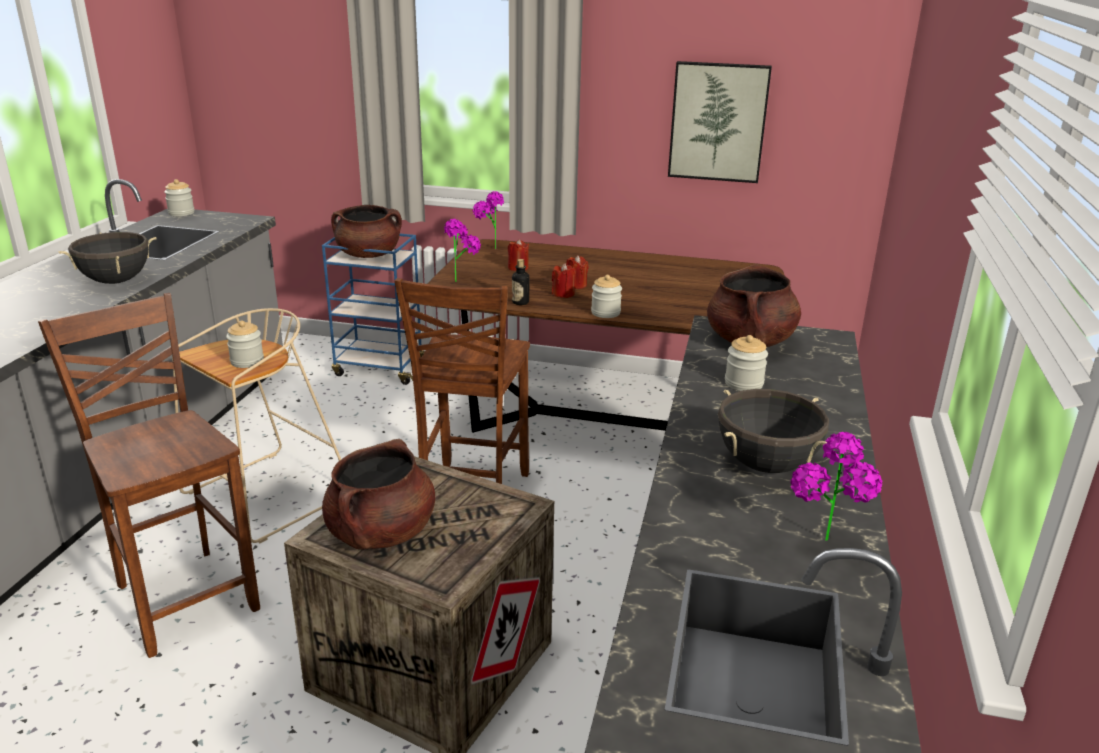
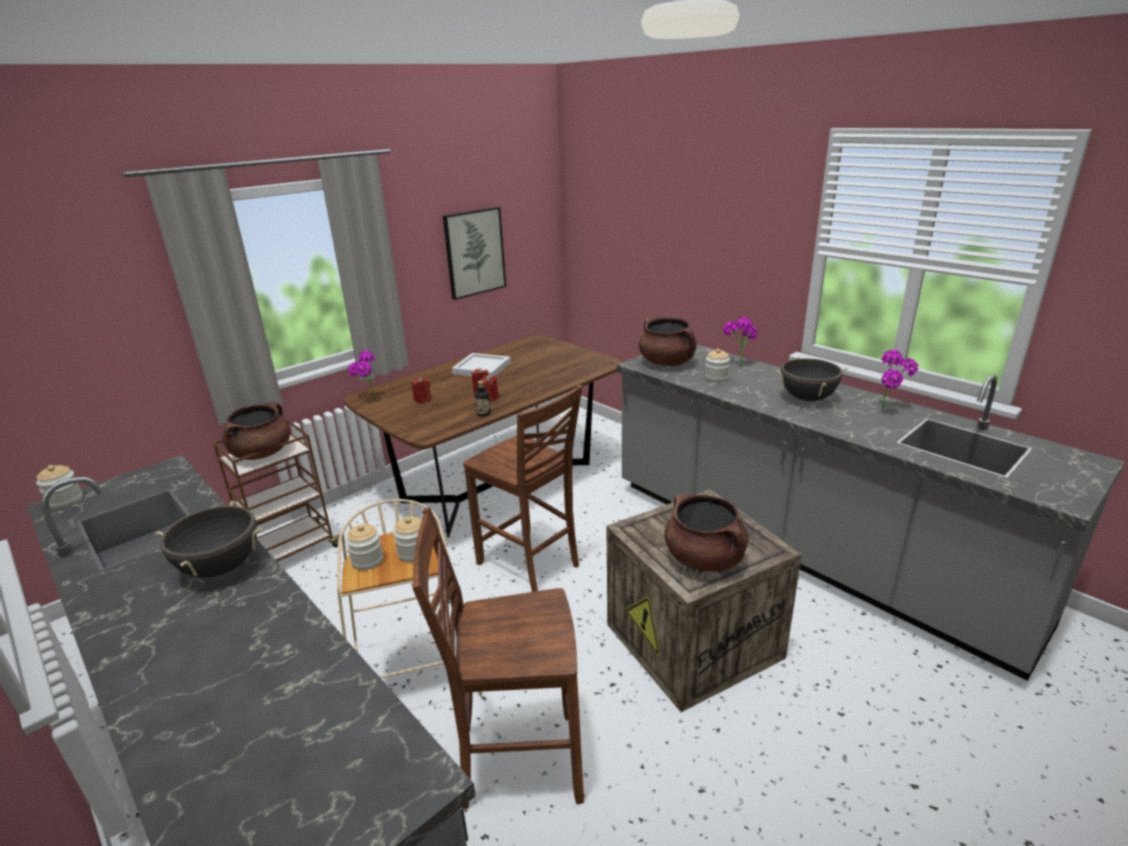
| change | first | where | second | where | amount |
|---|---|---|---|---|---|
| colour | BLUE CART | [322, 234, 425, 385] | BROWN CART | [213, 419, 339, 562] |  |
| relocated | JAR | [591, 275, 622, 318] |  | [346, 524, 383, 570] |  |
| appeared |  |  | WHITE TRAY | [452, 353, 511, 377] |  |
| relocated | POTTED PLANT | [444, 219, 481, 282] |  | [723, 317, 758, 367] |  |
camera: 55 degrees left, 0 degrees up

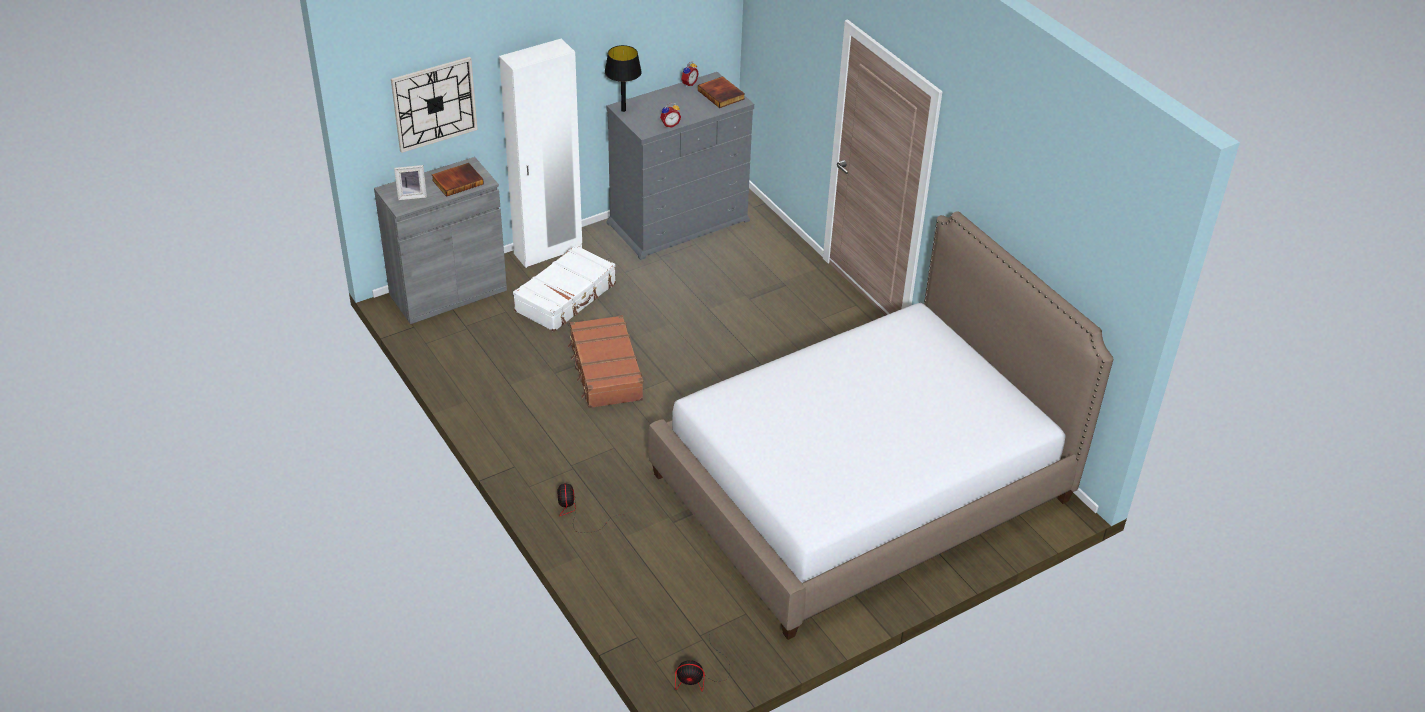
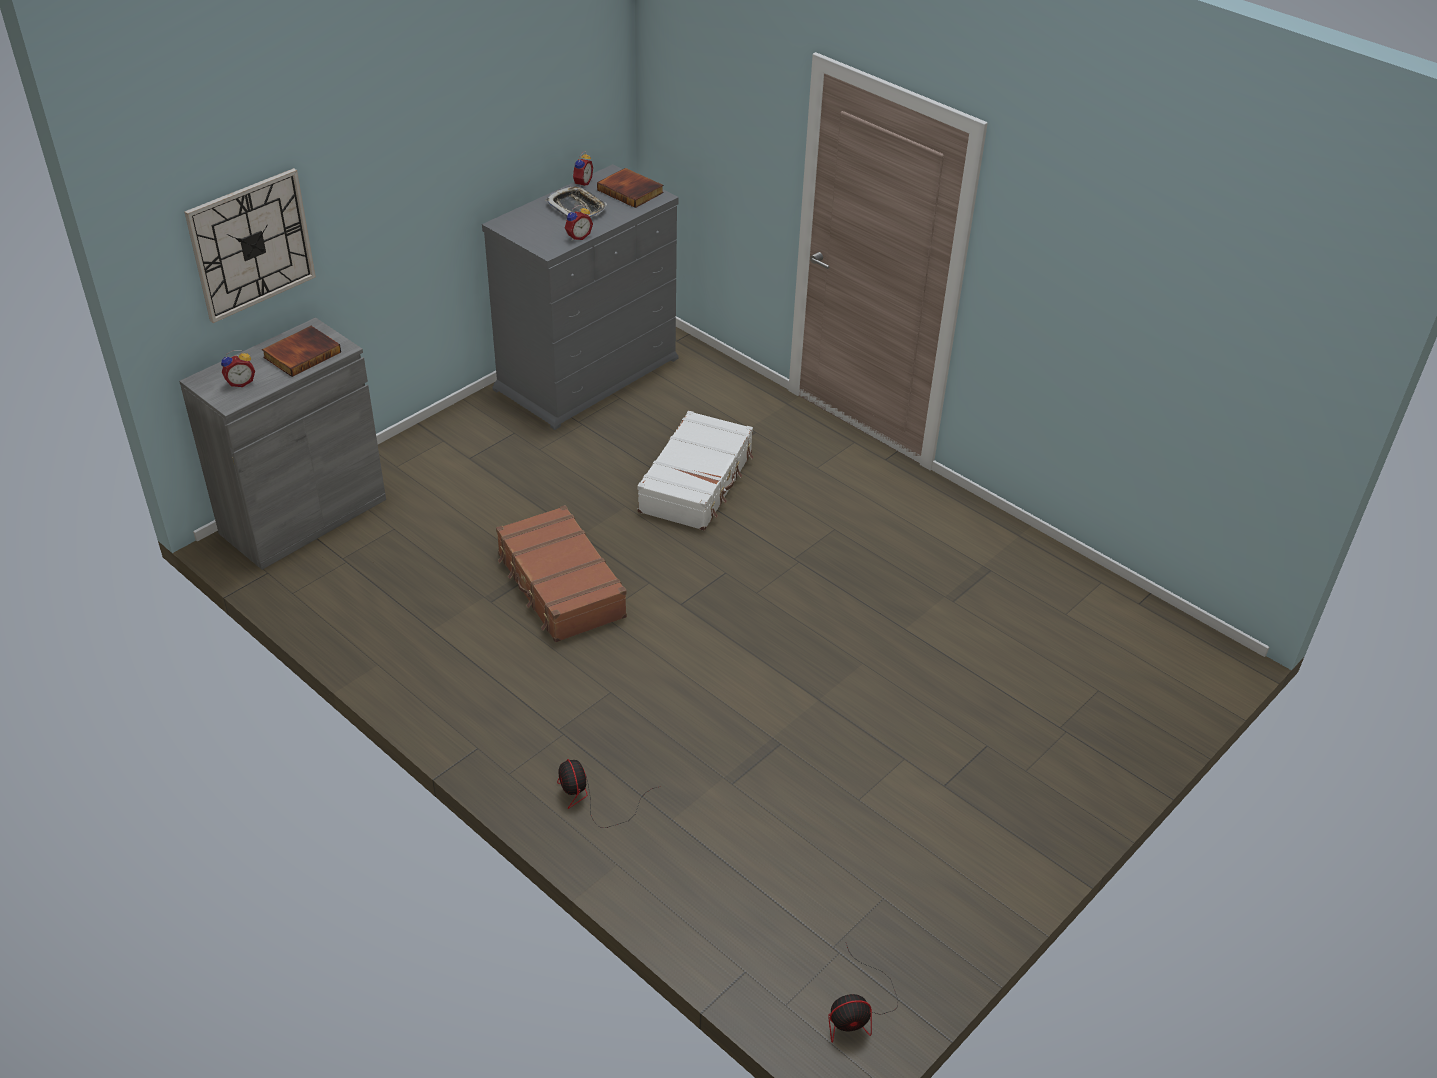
| change | first | where | second | where | amount |
|---|---|---|---|---|---|
| exchanged | PICTURE FRAME | [394, 165, 427, 200] | ALARM CLOCK | [221, 350, 255, 387] |  |
| appeared |  |  | TRAY | [545, 186, 607, 218] |  |
| relocated | WHITE SUITCASE | [513, 245, 616, 332] |  | [637, 411, 753, 531] |  |
| missing | WHITE WARDROBE | [499, 38, 582, 268] |  |  |  |
| missing | BLACK TABLE LAMP | [605, 45, 642, 112] |  |  |  |
| missing | BED | [648, 211, 1113, 640] |  |  |  |
camera: 15 degrees left, 0 degrees up

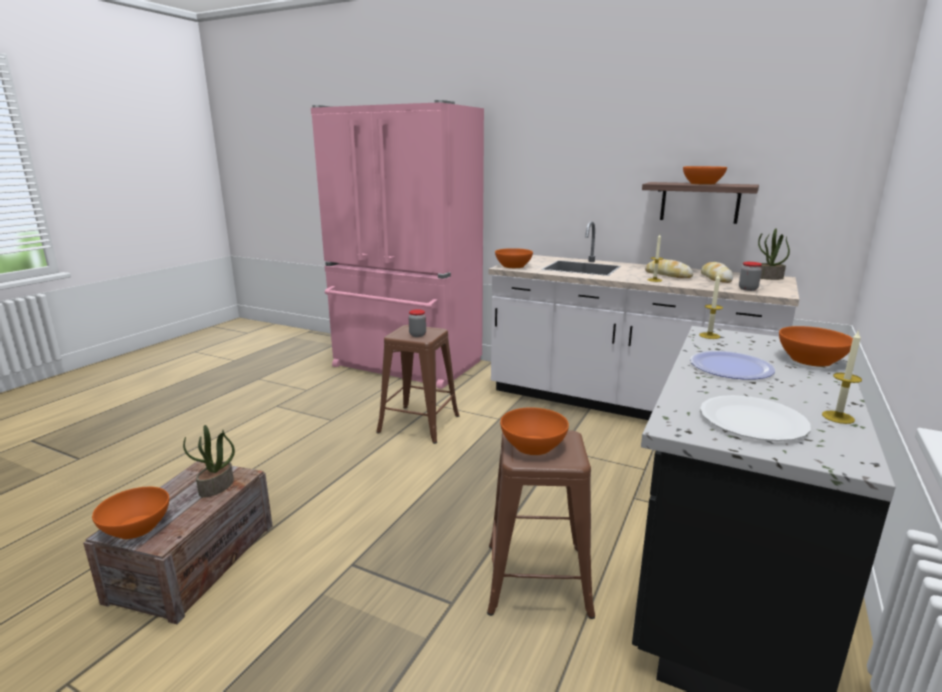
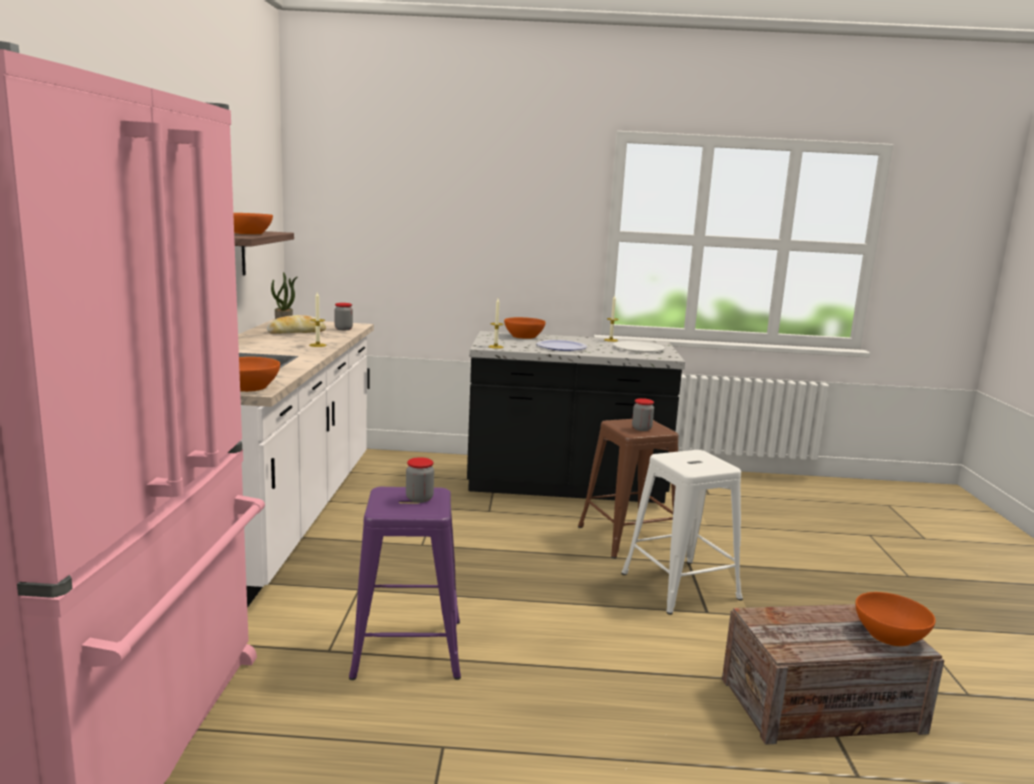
| change | first | where | second | where | amount |
|---|---|---|---|---|---|
| colour | BROWN STOOL | [376, 325, 459, 444] | PURPLE STOOL | [349, 487, 461, 680] |  |
| appeared |  |  | WHITE STOOL | [621, 450, 743, 615] |  |
| exchanged | ORANGE BOWL | [500, 407, 569, 455] | JAR | [632, 398, 654, 431] |  |
| missing | POTTED PLANT | [183, 425, 235, 498] |  |  |  |
| missing | BREAD | [645, 259, 693, 278] |  |  |  |
camera: 115 degrees left, 5 degrees down

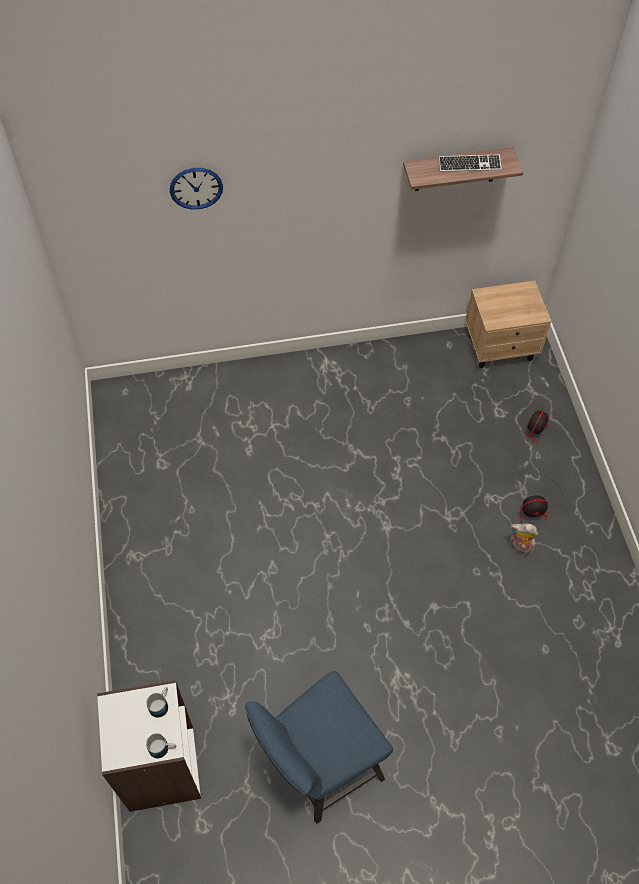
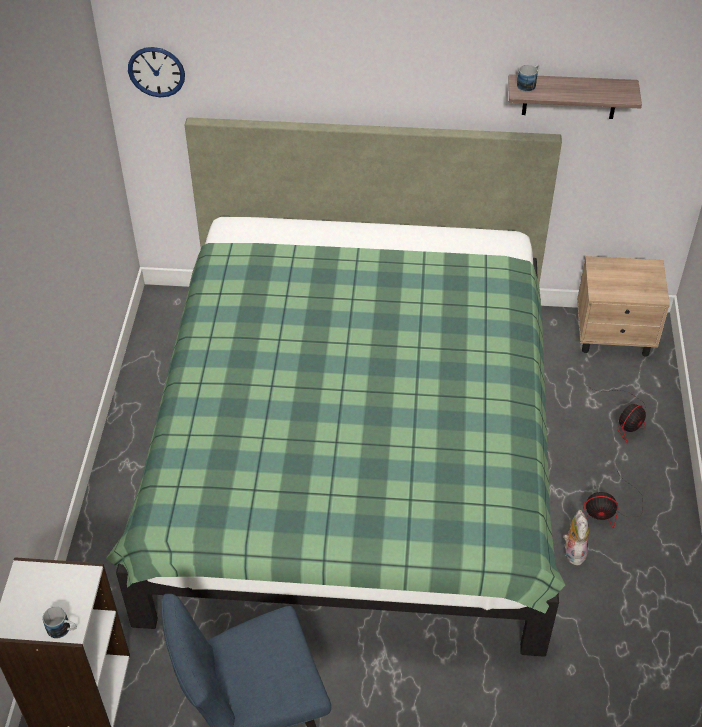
| change | first | where | second | where | amount |
|---|---|---|---|---|---|
| appeared |  |  | GREEN BED | [106, 117, 565, 657] |  |
| relocated | WALL CLOCK | [170, 168, 223, 209] |  | [128, 47, 185, 97] |  |
| relocated | MUG | [146, 687, 168, 718] |  | [517, 65, 539, 92] |  |
| spun | PLUSH TOY | [510, 523, 538, 555] |  | [563, 510, 589, 566] | 60 degrees clockwise |
| missing | KEYBOARD | [439, 155, 502, 172] |  |  |  |
camera: 15 degrees right, 10 degrees down

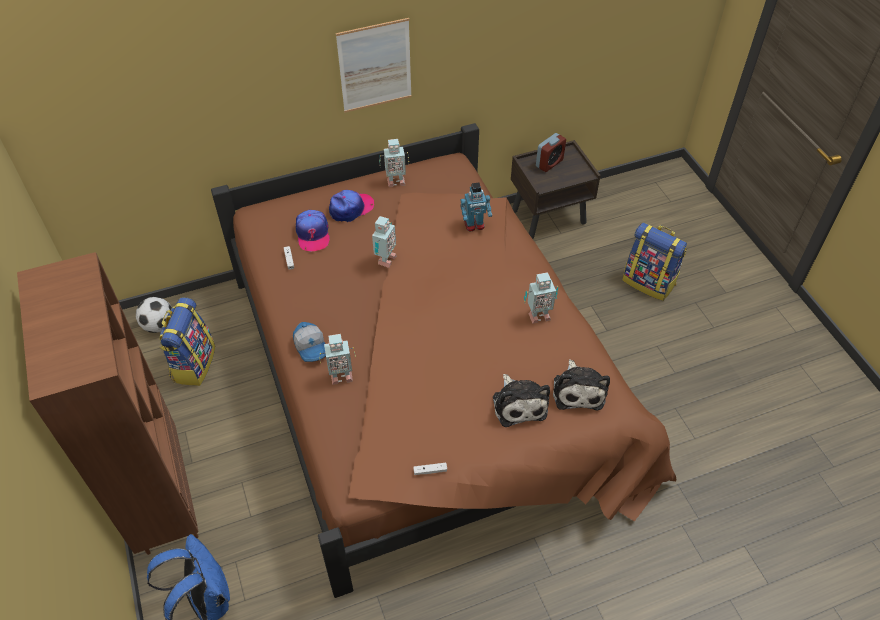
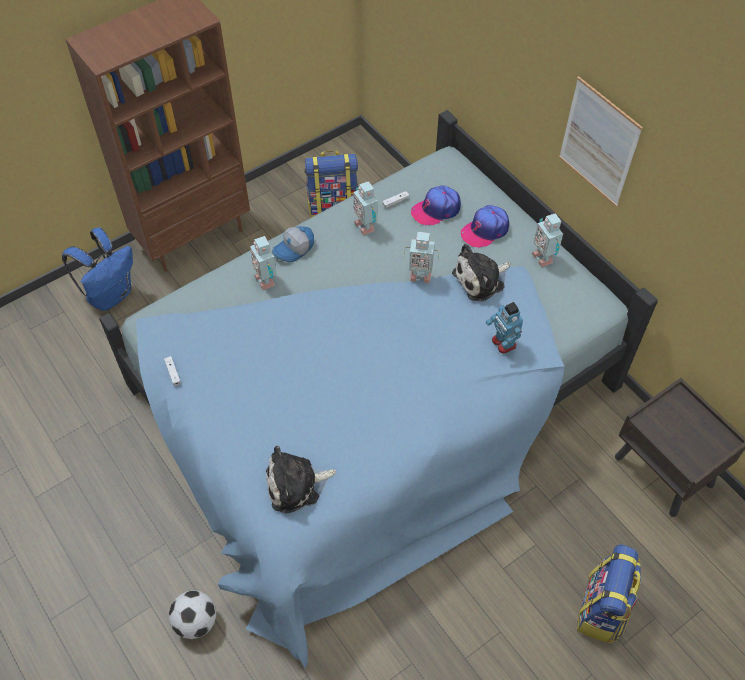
| change | first | where | second | where | amount |
|---|---|---|---|---|---|
| colour | BROWN BED | [211, 123, 676, 598] | BLUE BED | [99, 110, 658, 669] |  |
| relocated | FOOTBALL | [136, 297, 172, 333] |  | [169, 590, 216, 639] |  |
| relocated | TOY ROBOT | [524, 272, 558, 324] |  | [353, 181, 378, 236] |  |
| relocated | PLUSH TOY | [493, 374, 550, 427] |  | [452, 244, 510, 301] |  |
| spun | CAP | [329, 190, 374, 222] |  | [461, 205, 509, 248] | 105 degrees clockwise |
| missing | ALARM CLOCK | [536, 133, 566, 172] |  |  |  |
camera: 75 degrees right, 5 degrees up

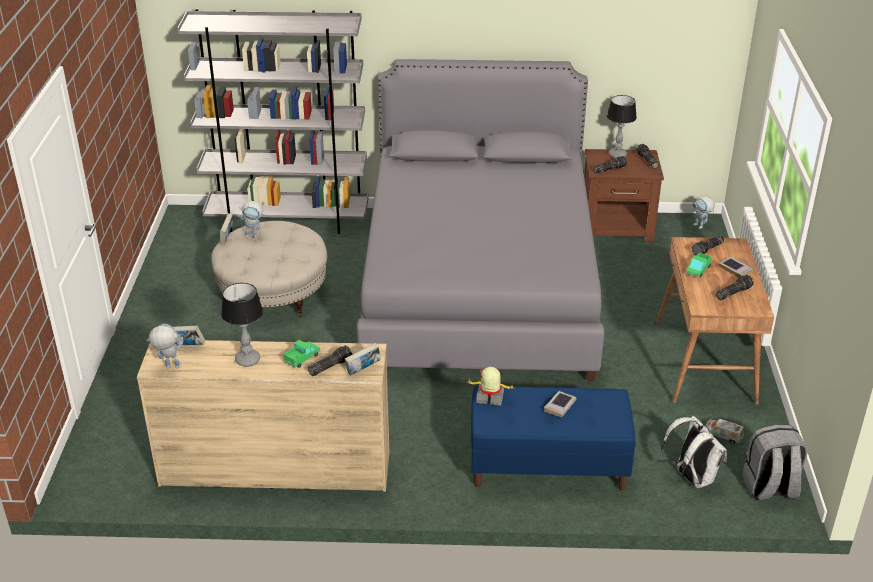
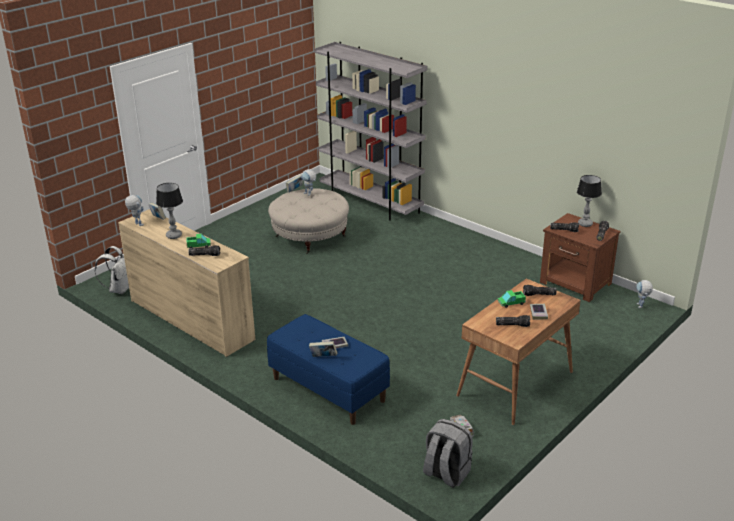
| change | first | where | second | where | amount |
|---|---|---|---|---|---|
| relocated | WHITE BACKPACK | [661, 416, 727, 488] |  | [95, 246, 129, 294] |  |
| relocated | BOOK | [345, 343, 381, 376] |  | [309, 341, 337, 357] |  |
| missing | GREY BED | [356, 59, 605, 382] |  |  |  |
| missing | TOY ROBOT | [465, 367, 513, 406] |  |  |  |
camera: 40 degrees right, 5 degrees down

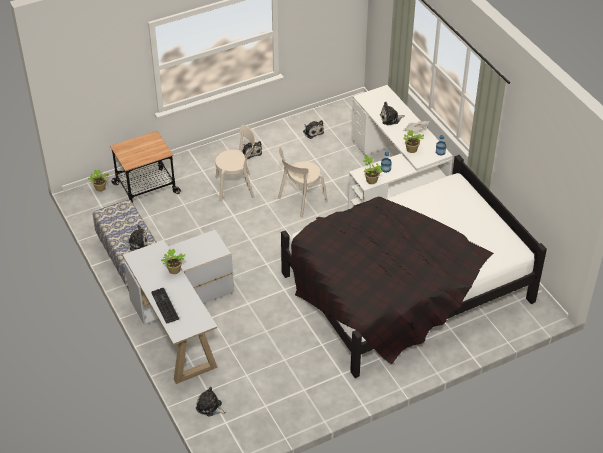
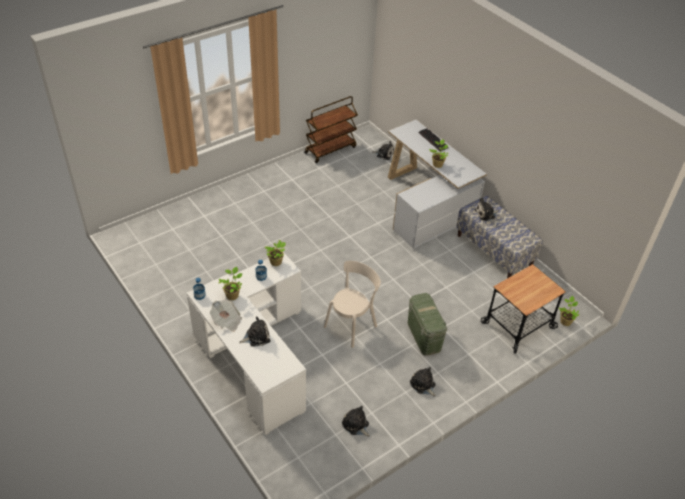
| change | first | where | second | where | amount |
|---|---|---|---|---|---|
| appeared |  |  | BROWN CART | [304, 96, 358, 163] |  |
| exchanged | BEIGE CHAIR | [215, 125, 255, 202] | GREEN STORAGE BOX | [408, 293, 447, 356] |  |
| missing | BLACK BED | [281, 155, 547, 378] |  |  |  |
camera: 170 degrees right, 0 degrees up

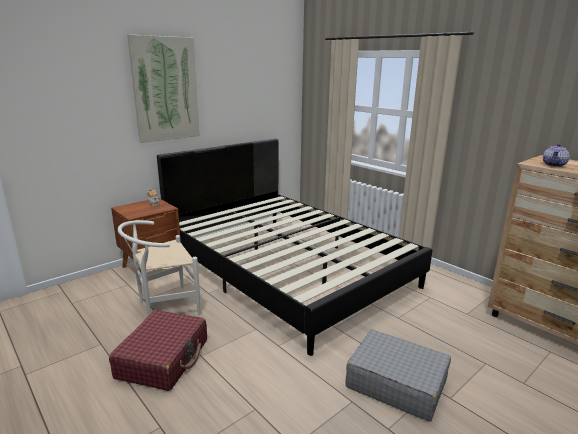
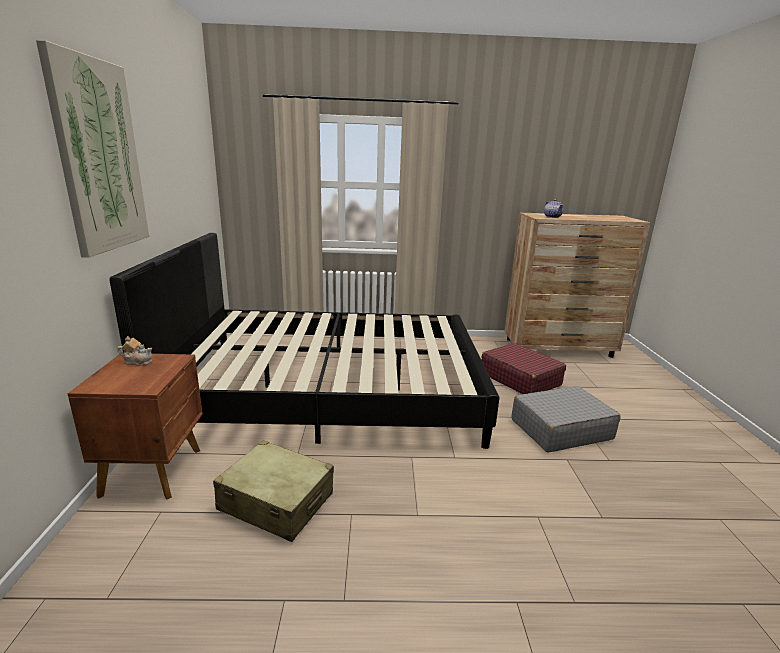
| change | first | where | second | where | amount |
|---|---|---|---|---|---|
| exchanged | WHITE CHAIR | [118, 220, 200, 316] | BEIGE SUITCASE | [213, 440, 334, 542] |  |
| relocated | RED SUITCASE | [109, 310, 207, 391] |  | [481, 343, 566, 394] |  |
camera: 50 degrees left, 0 degrees up

